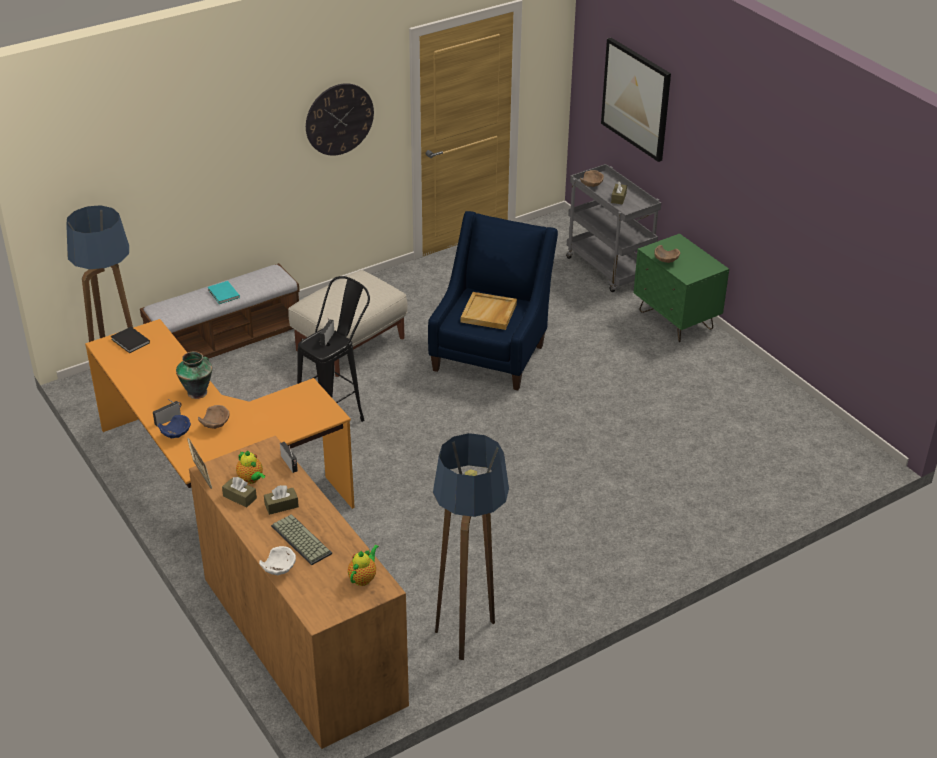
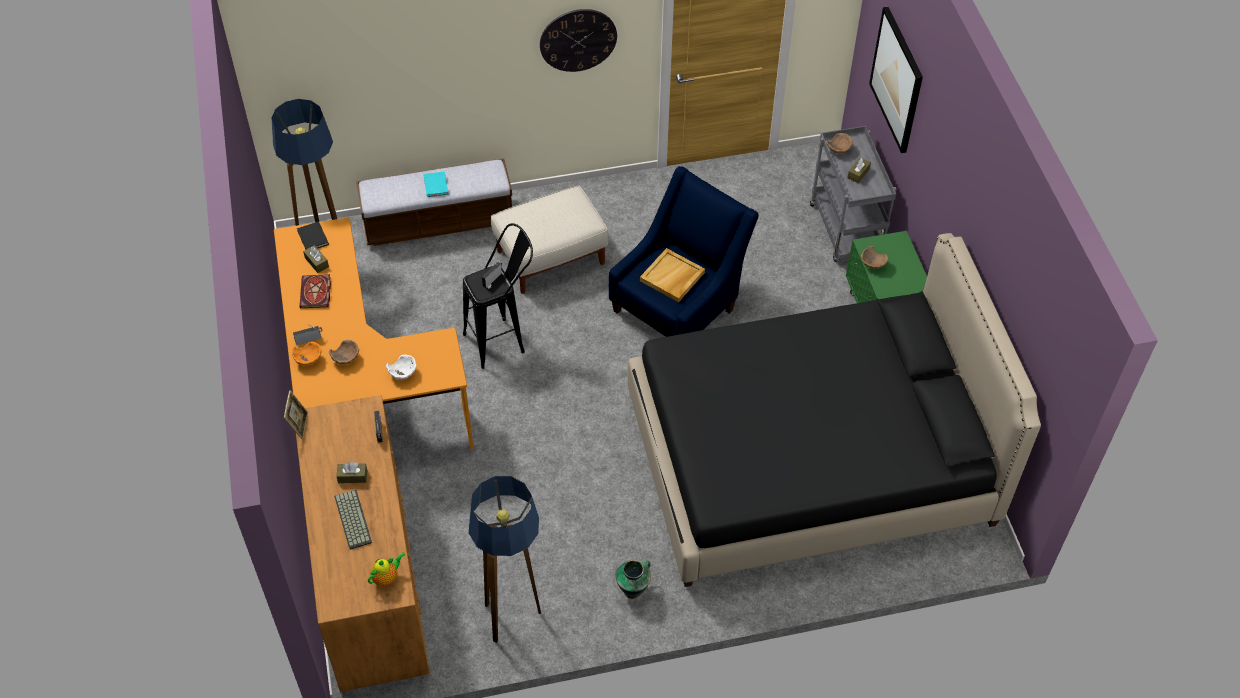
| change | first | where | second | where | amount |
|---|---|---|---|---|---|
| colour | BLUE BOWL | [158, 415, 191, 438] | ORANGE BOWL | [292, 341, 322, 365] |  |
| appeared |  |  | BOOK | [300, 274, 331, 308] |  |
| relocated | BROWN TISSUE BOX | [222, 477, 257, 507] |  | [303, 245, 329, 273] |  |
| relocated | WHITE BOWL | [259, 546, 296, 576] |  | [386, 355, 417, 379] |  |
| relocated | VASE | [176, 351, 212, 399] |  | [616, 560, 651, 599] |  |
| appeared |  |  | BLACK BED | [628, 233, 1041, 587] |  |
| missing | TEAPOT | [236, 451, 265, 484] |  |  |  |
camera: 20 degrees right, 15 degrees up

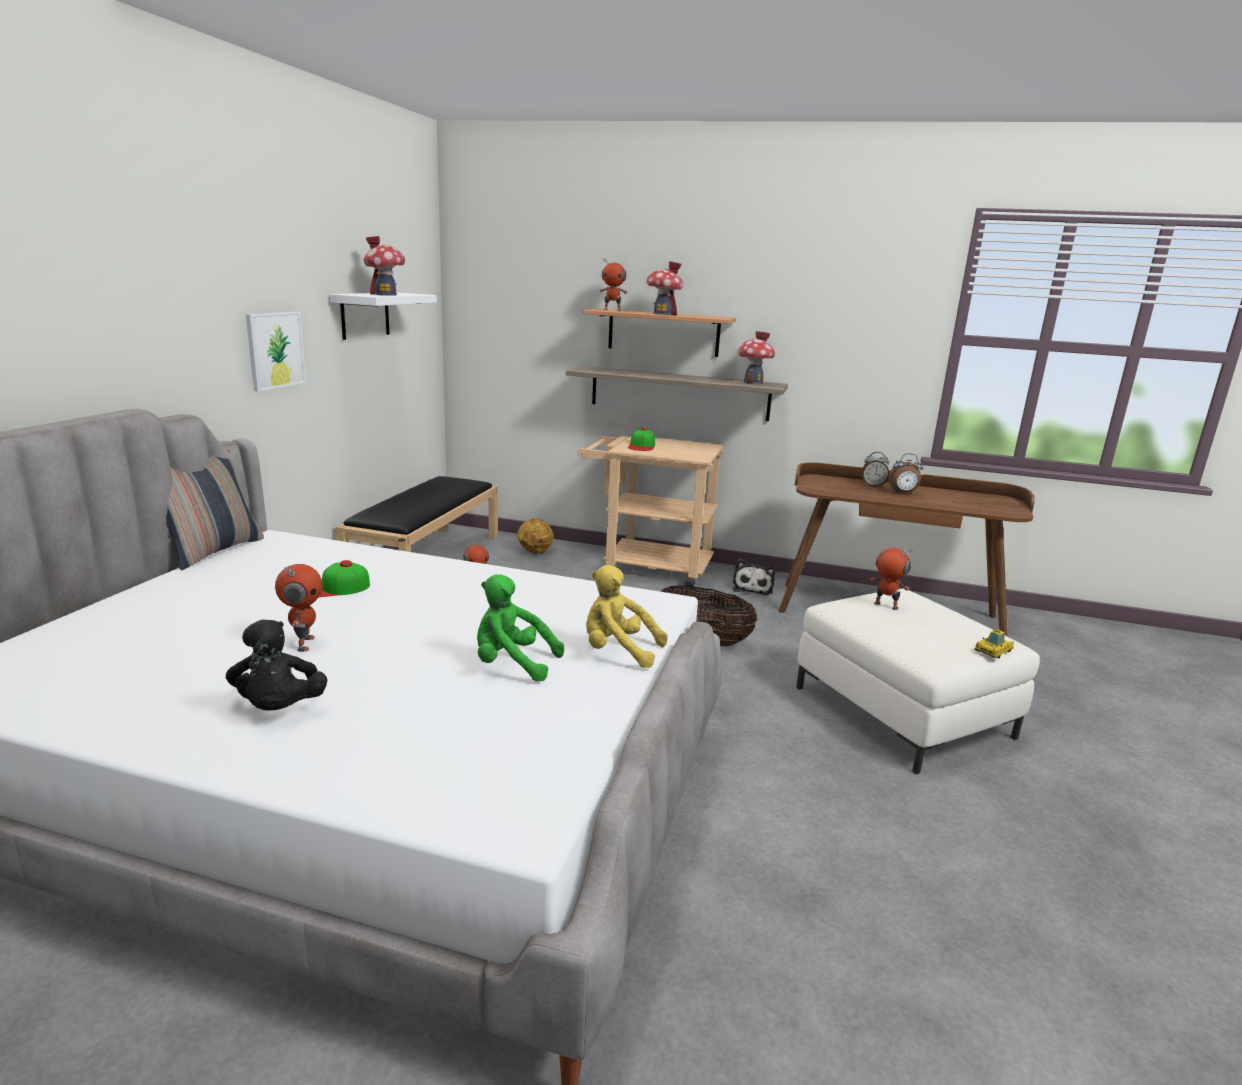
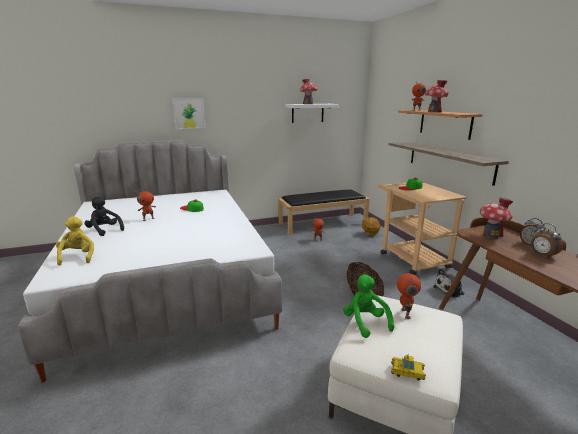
| change | first | where | second | where | amount |
|---|---|---|---|---|---|
| relocated | YELLOW PLUSH TOY | [586, 565, 667, 668] |  | [56, 216, 94, 266] |  |
| spun | BLACK PLUSH TOY | [226, 620, 327, 711] |  | [84, 197, 124, 236] | 90 degrees clockwise |
| relocated | PICTURE | [246, 312, 306, 391] |  | [172, 98, 205, 129] |  |
| relocated | GREEN PLUSH TOY | [477, 574, 564, 682] |  | [343, 274, 394, 338] |  |
| relocated | TOY HOUSE | [738, 331, 775, 384] |  | [480, 198, 513, 239] |  |
| missing | PILLOW | [166, 449, 264, 570] |  |  |  |
camera: 55 degrees right, 0 degrees up

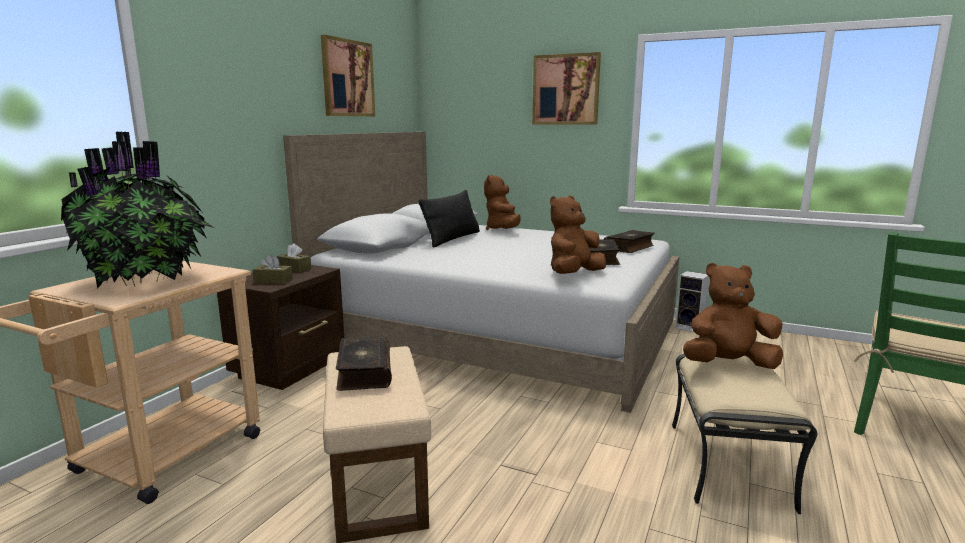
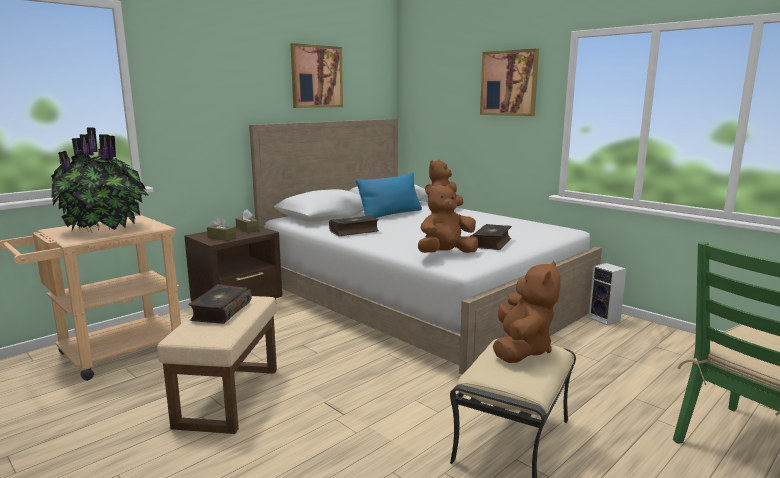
| change | first | where | second | where | amount |
|---|---|---|---|---|---|
| relocated | BOOK | [604, 230, 655, 253] |  | [329, 215, 379, 236] |  |
| colour | BLACK PILLOW | [419, 190, 480, 248] | BLUE PILLOW | [356, 172, 422, 218] |  |
| spun | BROWN PLUSH TOY | [683, 263, 783, 369] |  | [493, 261, 560, 363] | 90 degrees clockwise |
camera: 20 degrees right, 0 degrees up

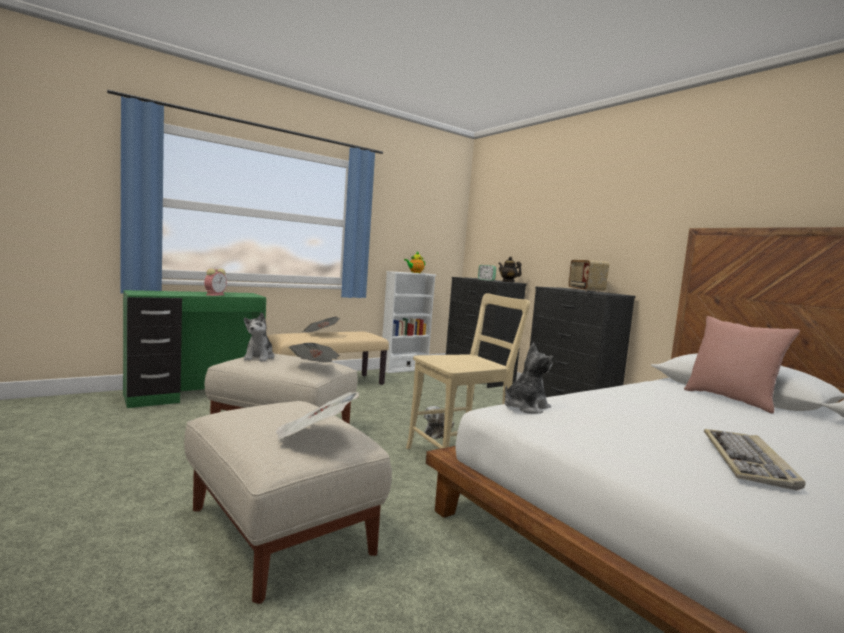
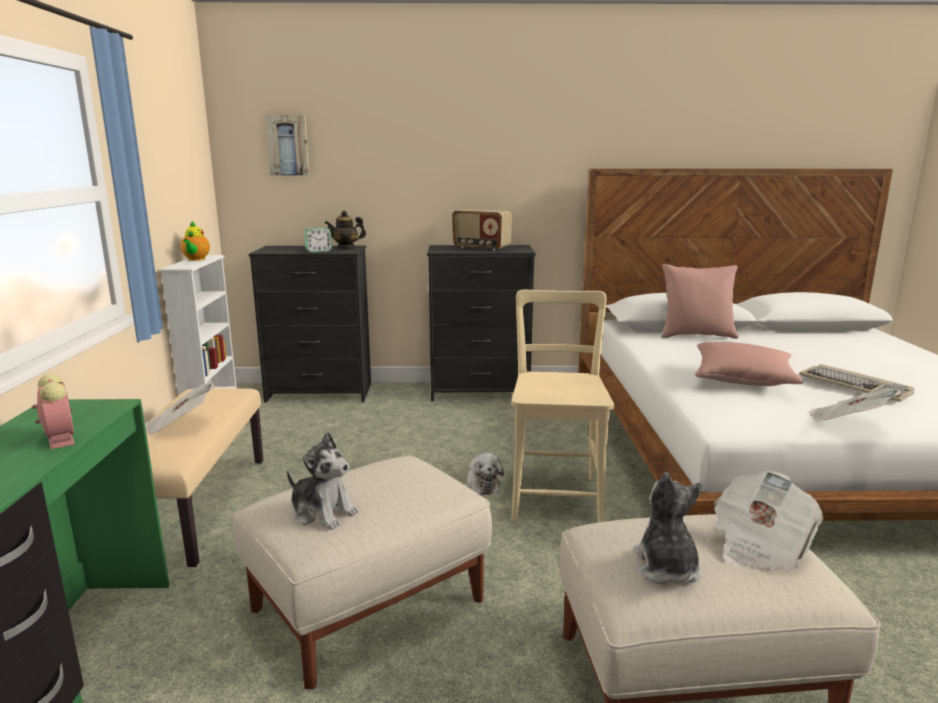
| change | first | where | second | where | amount |
|---|---|---|---|---|---|
| appeared |  |  | PICTURE | [265, 115, 309, 176] |  |
| relocated | PLUSH TOY | [504, 343, 553, 414] |  | [633, 472, 703, 584] |  |
| appeared |  |  | PINK PILLOW | [695, 342, 803, 386] |  |
| relocated | NEWSPAPER | [288, 343, 340, 362] |  | [809, 388, 901, 422] |  |
camera: 55 degrees left, 10 degrees up

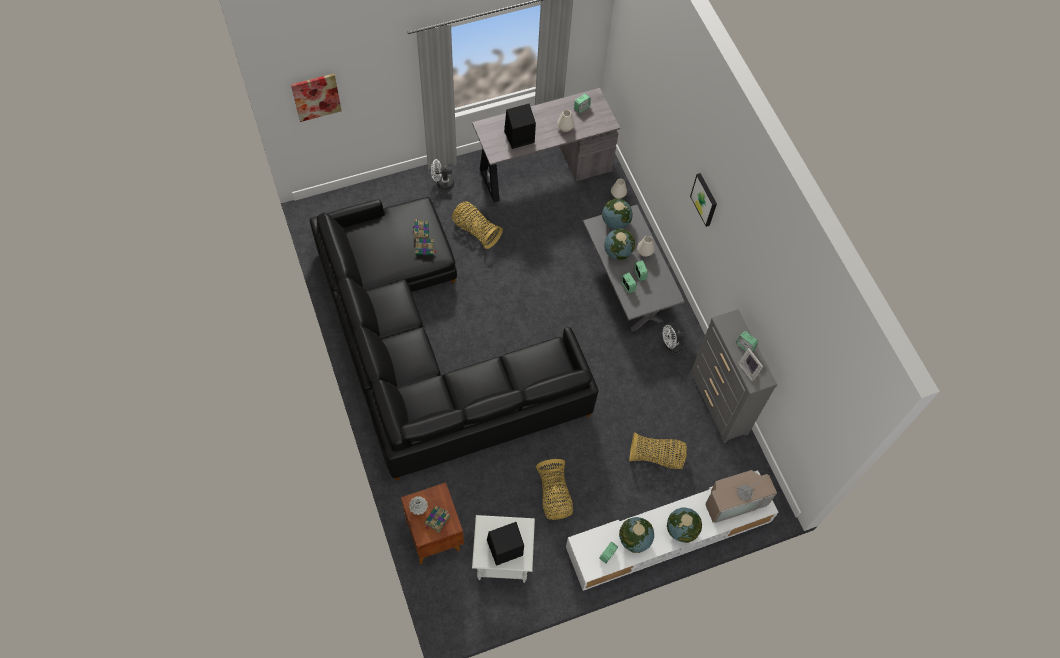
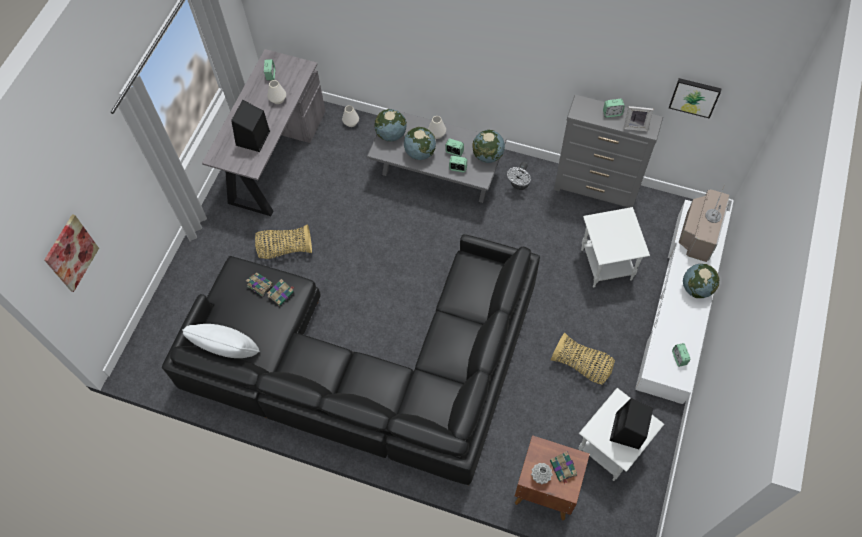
| change | first | where | second | where | amount |
|---|---|---|---|---|---|
| appeared |  |  | WHITE PILLOW | [182, 324, 260, 358] |  |
| relocated | GLOBE | [619, 517, 654, 553] |  | [472, 130, 505, 163] |  |
| exchanged | BASKET | [629, 432, 687, 469] | WHITE SIDE TABLE | [581, 207, 650, 288] |  |
| relocated | PICTURE | [690, 173, 717, 227] |  | [669, 78, 721, 119] |  |
| missing | WHITE FAN | [431, 159, 454, 190] |  |  |  |
camera: 45 degrees left, 0 degrees up

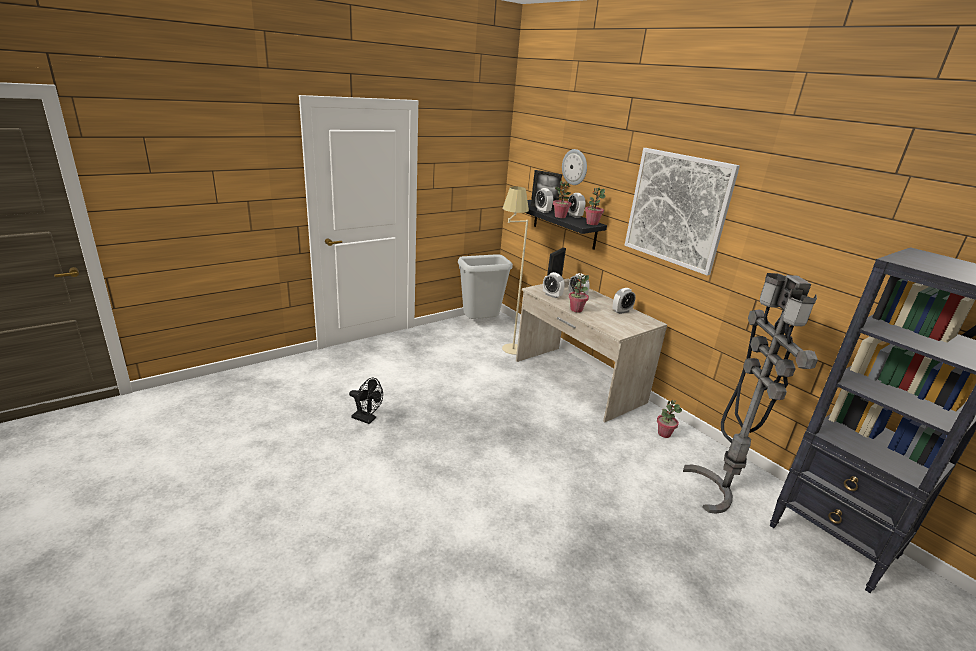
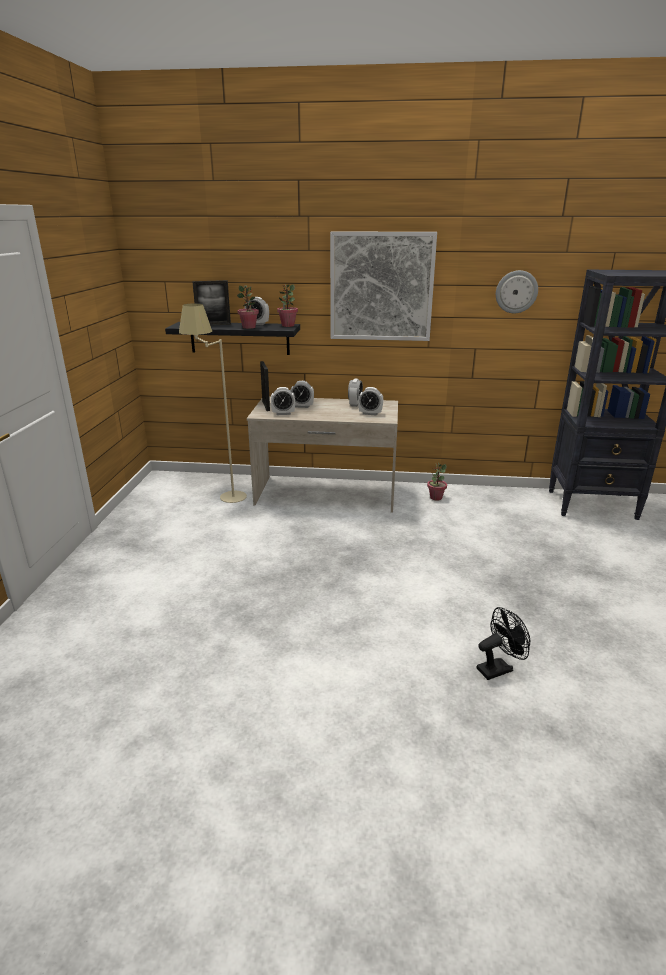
| change | first | where | second | where | amount |
|---|---|---|---|---|---|
| relocated | ALARM CLOCK | [535, 188, 553, 213] |  | [358, 387, 383, 416] |  |
| relocated | BLACK FAN | [349, 378, 383, 424] |  | [477, 607, 530, 680] |  |
| relocated | WALL CLOCK | [562, 149, 587, 185] |  | [496, 270, 538, 313] |  |
| missing | GREY TRASH CAN | [458, 254, 513, 319] |  |  |  |
| missing | POTTED PLANT | [568, 274, 589, 313] |  |  |  |
| missing | GREY FLOOR LAMP | [683, 273, 818, 513] |  |  |  |
camera: 45 degrees left, 0 degrees up

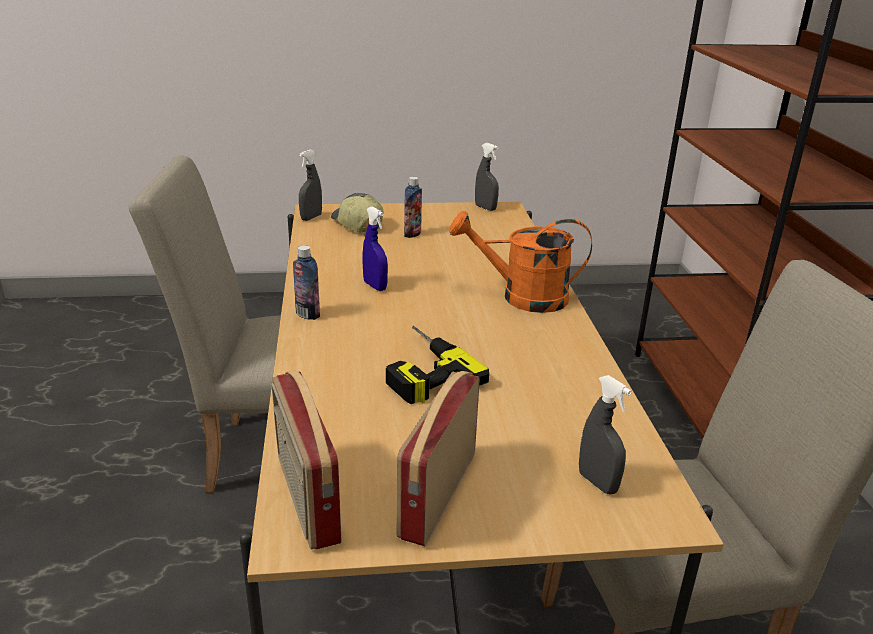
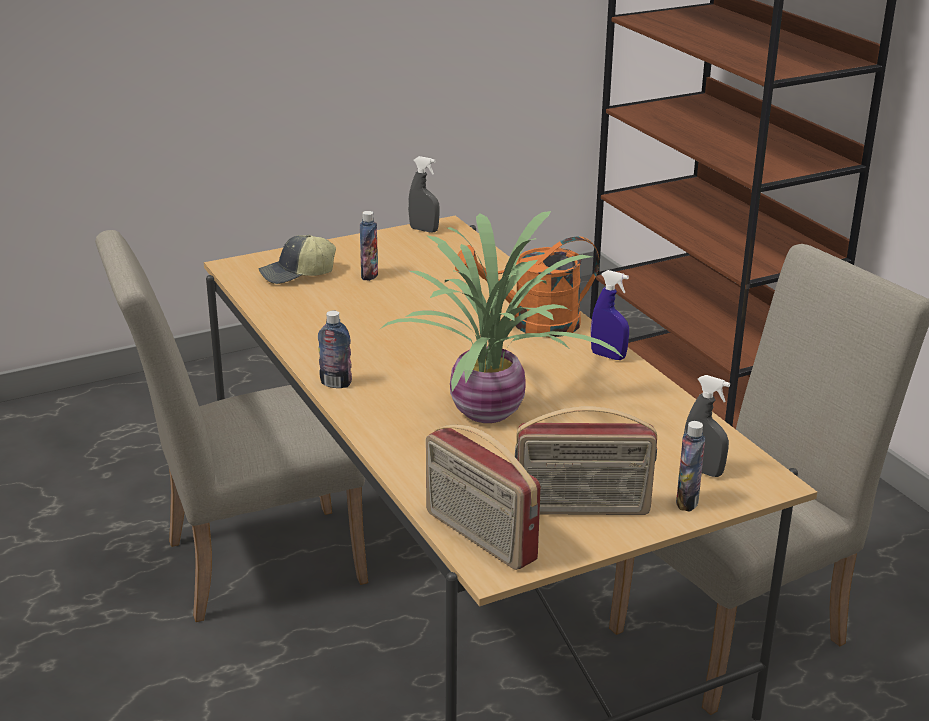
| change | first | where | second | where | amount |
|---|---|---|---|---|---|
| spun | CAP | [331, 193, 383, 233] |  | [259, 235, 336, 284] | 60 degrees counterclockwise |
| exchanged | POWER DRILL | [386, 326, 489, 404] | POTTED PLANT | [380, 211, 624, 423] |  |
| spun | RADIO | [397, 371, 480, 546] |  | [515, 407, 657, 515] | 90 degrees counterclockwise |
| relocated | BLUE SPRAY BOTTLE | [363, 207, 388, 291] |  | [591, 270, 629, 360] |  |
| appeared |  |  | BOTTLE | [676, 421, 705, 512] |  |
| missing | GREY SPRAY BOTTLE | [299, 149, 322, 221] |  |  |  |
camera: 20 degrees left, 0 degrees up

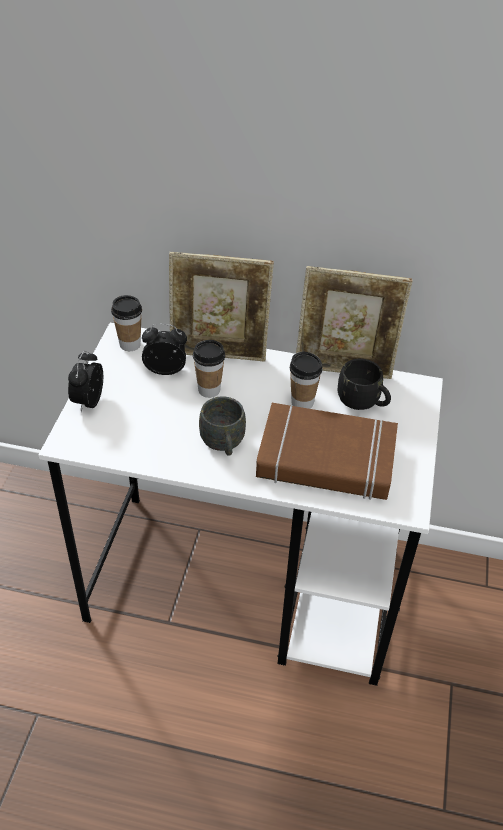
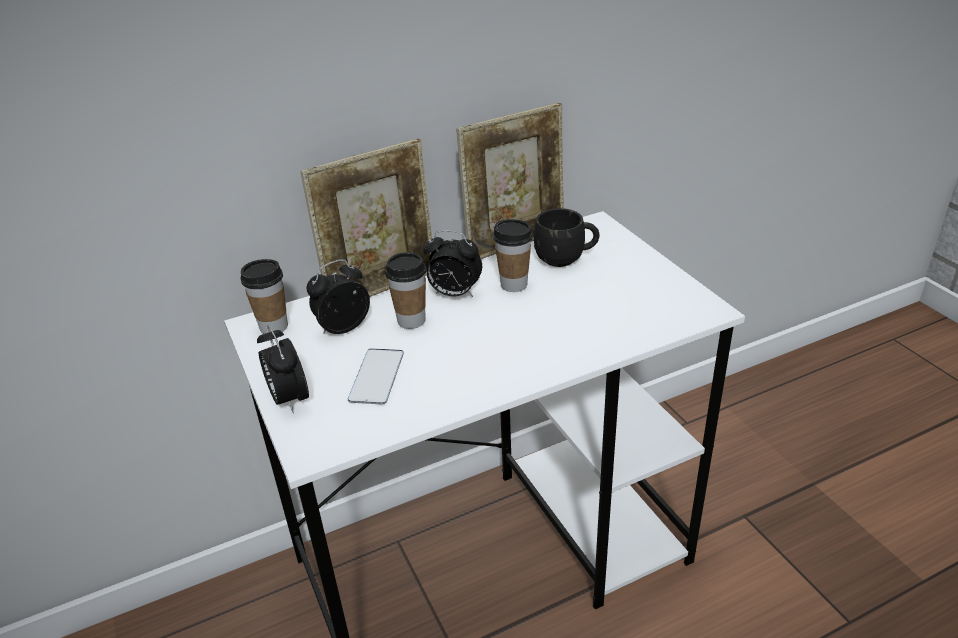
| change | first | where | second | where | amount |
|---|---|---|---|---|---|
| appeared |  |  | PHONE | [348, 348, 404, 405] |  |
| appeared |  |  | ALARM CLOCK | [423, 230, 482, 297] |  |
| missing | GREY MUG | [199, 396, 246, 456] |  |  |  |
| missing | BROWN BOOK | [256, 403, 398, 500] |  |  |  |
camera: 35 degrees left, 10 degrees down

